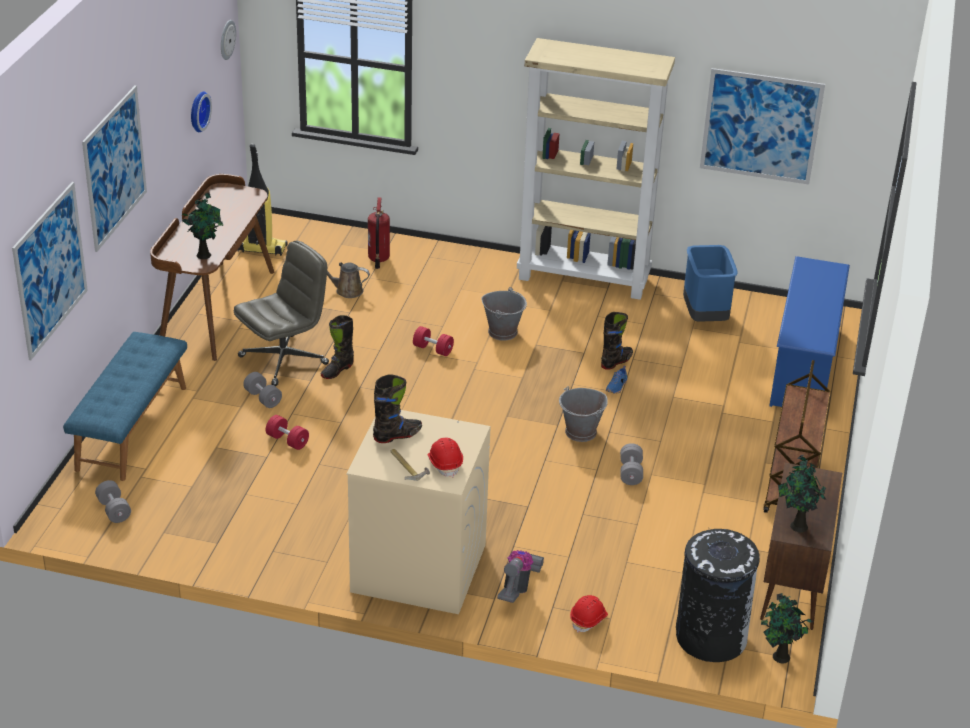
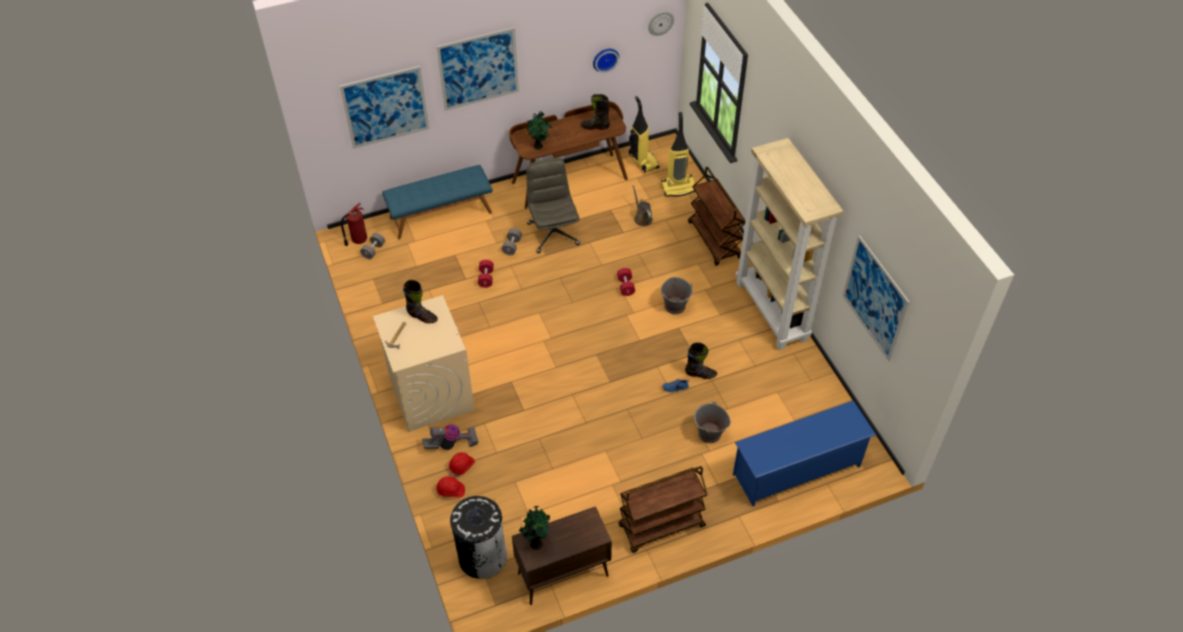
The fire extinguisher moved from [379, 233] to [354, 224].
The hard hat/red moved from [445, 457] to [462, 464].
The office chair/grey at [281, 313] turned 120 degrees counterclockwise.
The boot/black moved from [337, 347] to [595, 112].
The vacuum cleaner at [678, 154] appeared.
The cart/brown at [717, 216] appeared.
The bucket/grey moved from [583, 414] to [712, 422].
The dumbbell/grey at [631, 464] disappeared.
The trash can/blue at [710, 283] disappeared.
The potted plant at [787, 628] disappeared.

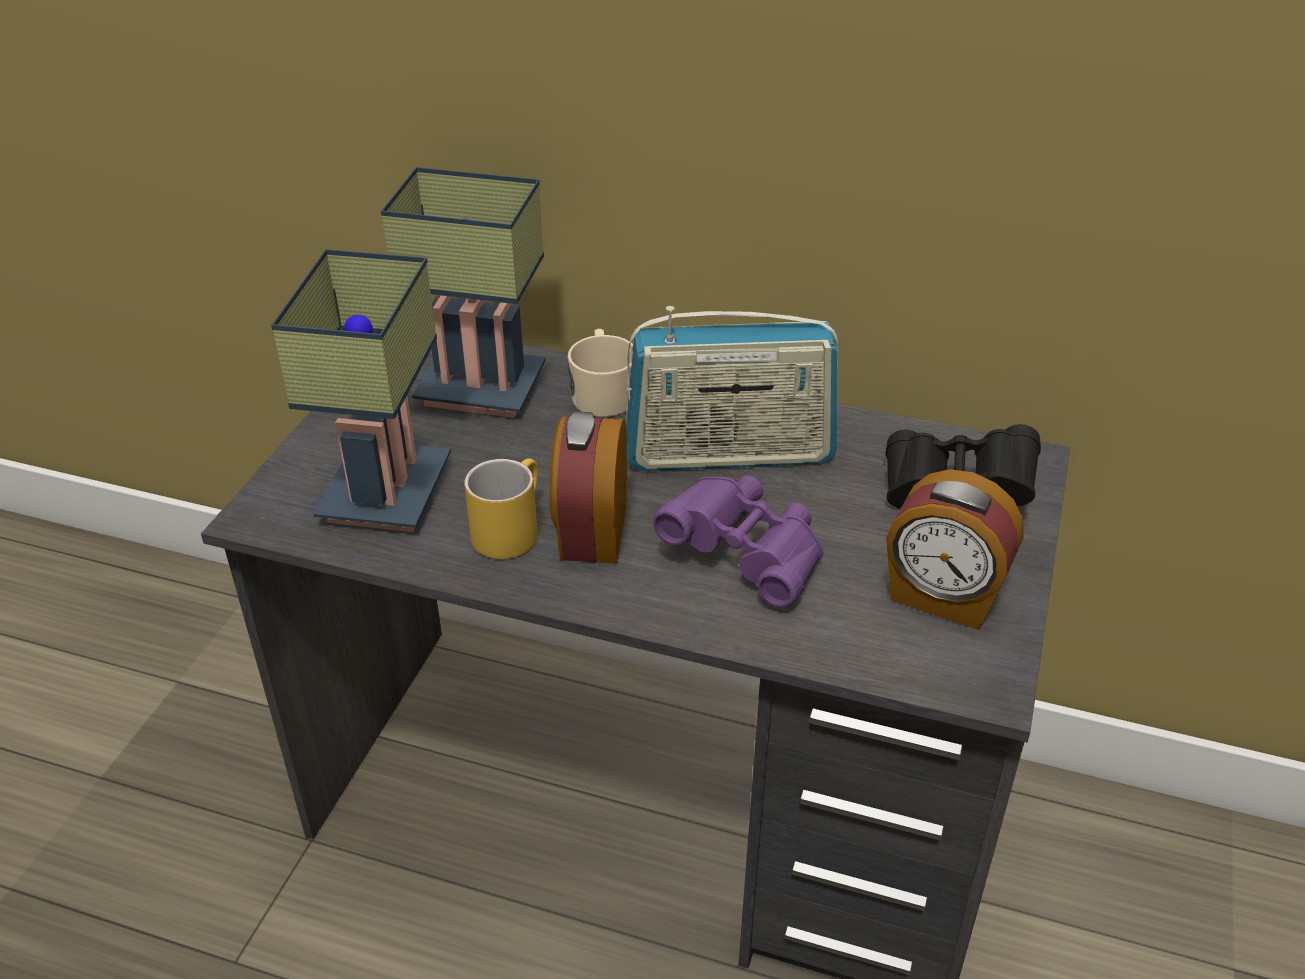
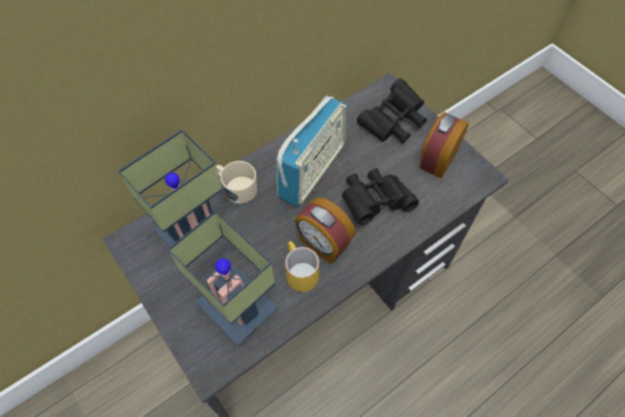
The binoculars/purple at [738, 541] became the binoculars/black at [380, 197].
The alarm clock at [955, 549] turned 150 degrees clockwise.

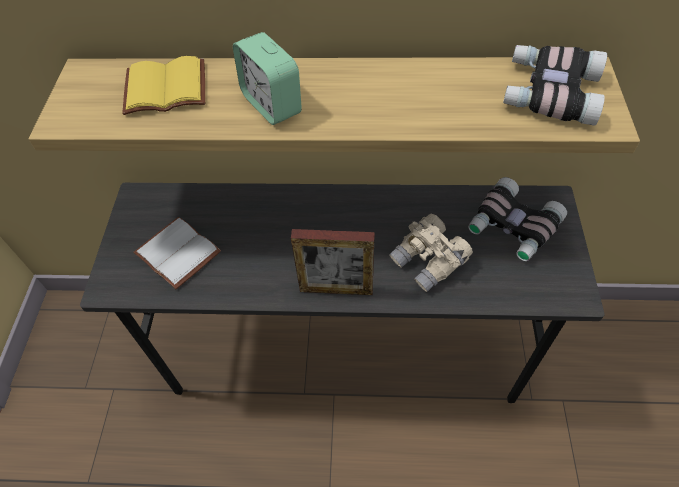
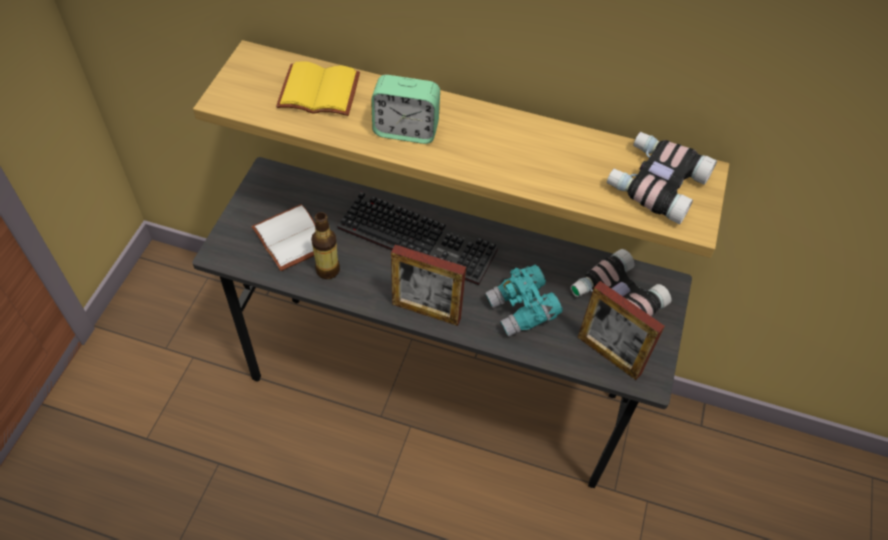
The bottle at [325, 245] appeared.
The keyboard at [417, 238] appeared.
The alarm clock at [267, 78] turned 60 degrees counterclockwise.
The binoculars/beige at [431, 253] became the binoculars/turquoise at [524, 301].
The picture frame at [621, 330] appeared.

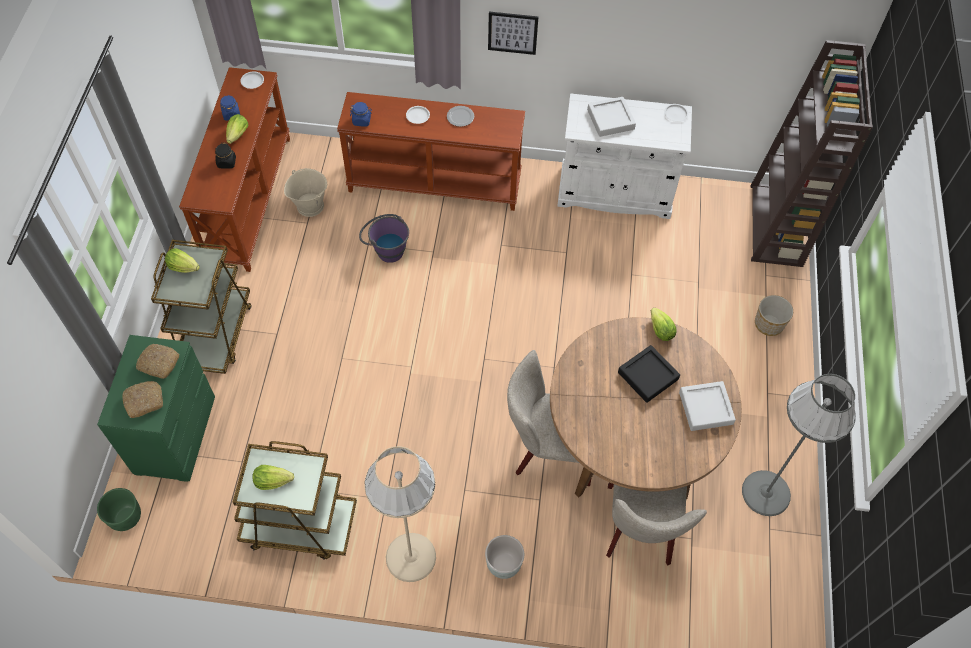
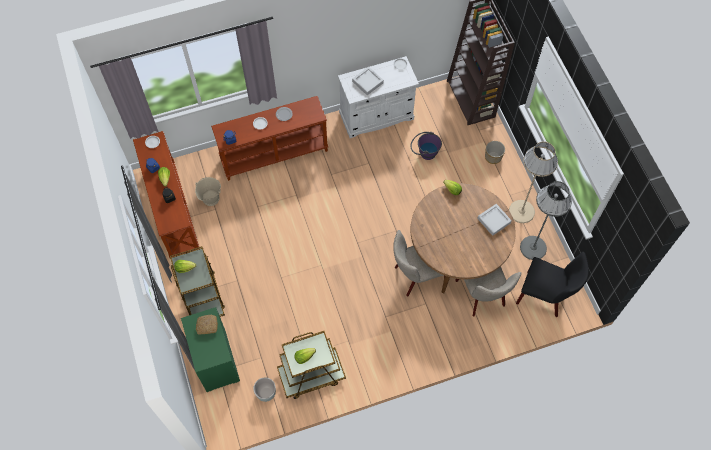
The planter/grey moved from [504, 557] to [264, 389].
The bucket/purple moved from [384, 238] to [426, 146].
The floor lamp/beige moved from [400, 514] to [533, 182].
The chair/black at [552, 284] appeared.
The planter/green at [119, 509] disappeared.
The bread at [142, 399] disappeared.
The picture at [513, 33] disappeared.
The tray/black at [649, 374] disappeared.

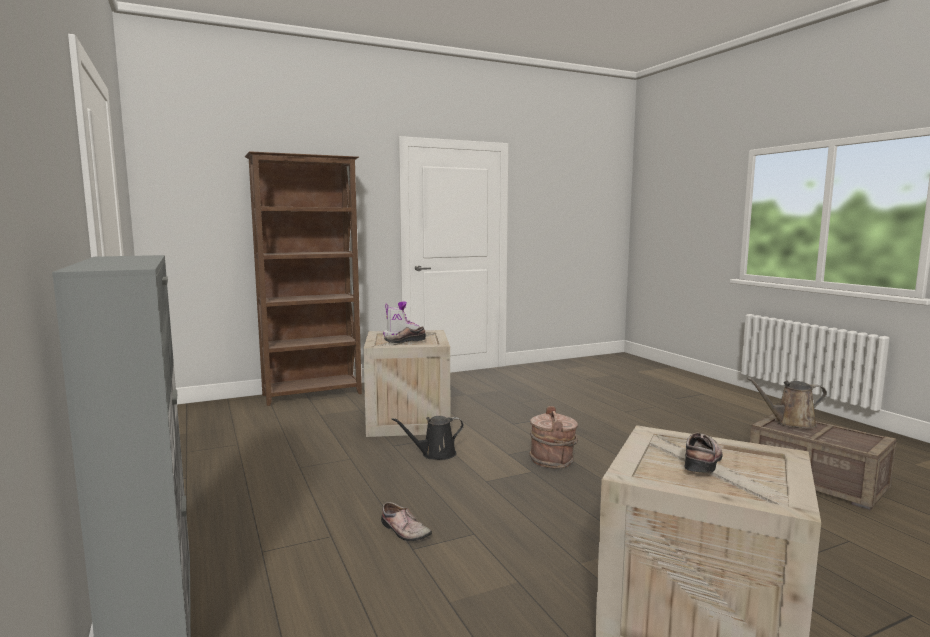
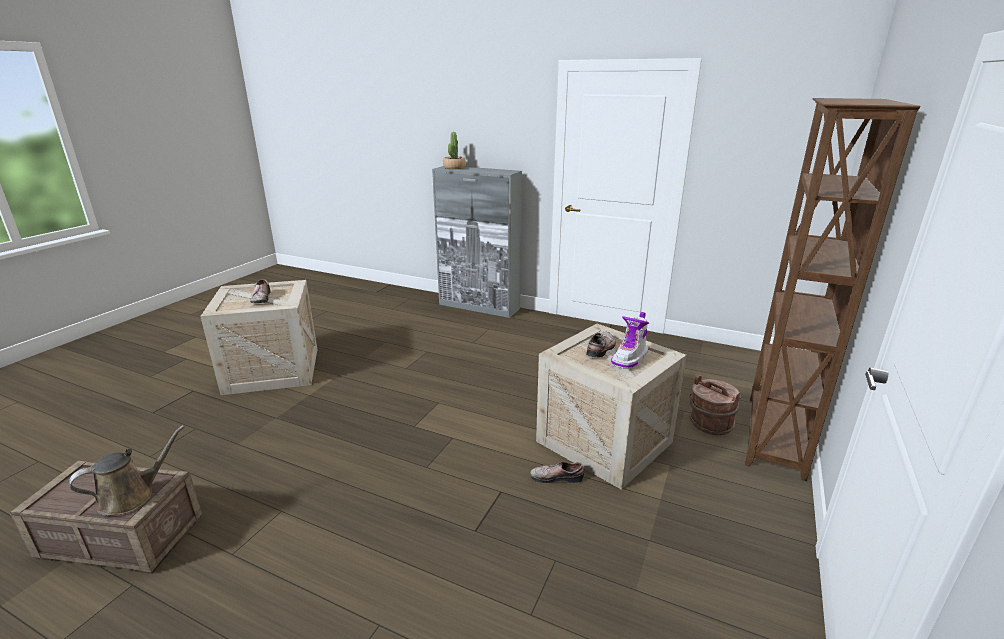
The potted plant at [454, 150] appeared.
The shoe moved from [406, 521] to [557, 472].
The bucket/brown moved from [553, 437] to [715, 405].
The watering can/black at [428, 438] disappeared.

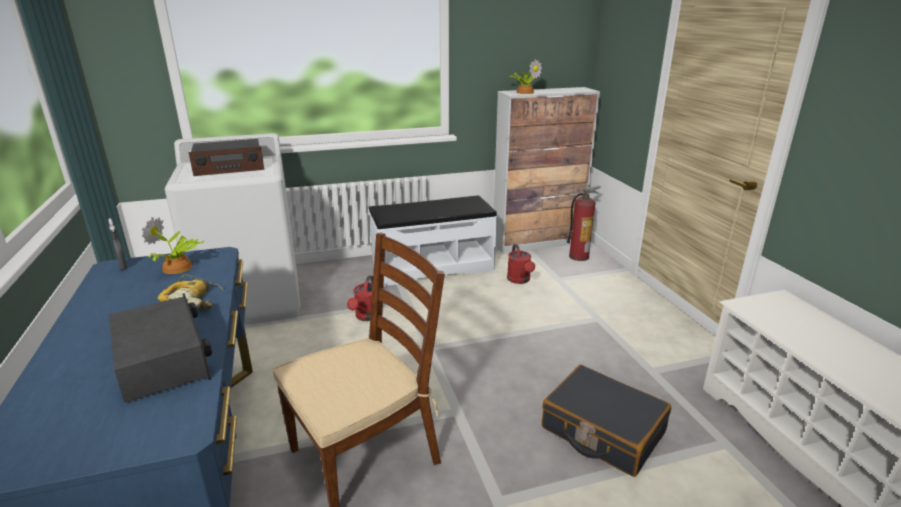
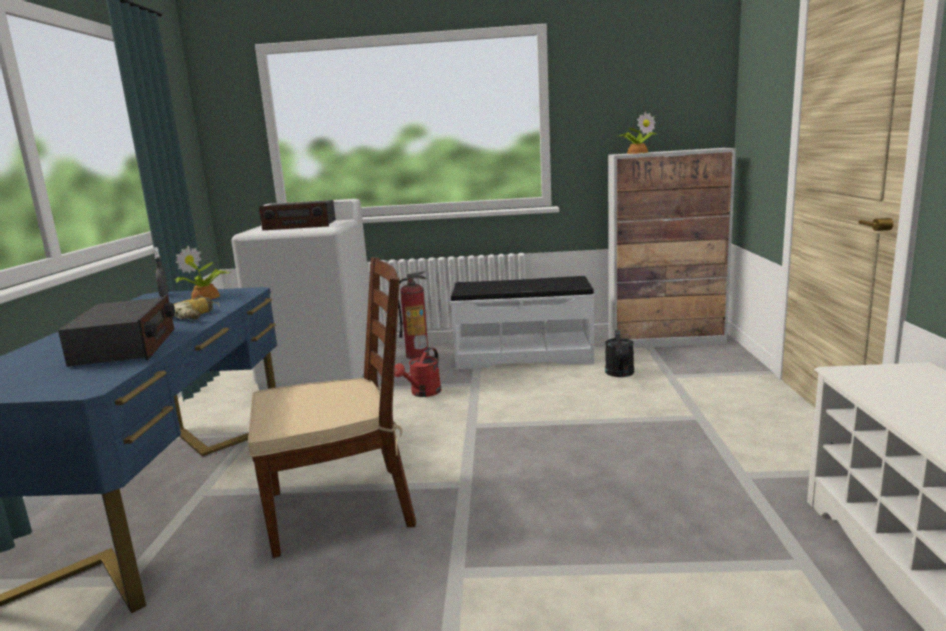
The fire extinguisher moved from [584, 223] to [413, 315].
The watering can/red at [521, 264] became the watering can/black at [619, 353].
The suitcase/black at [606, 421] disappeared.

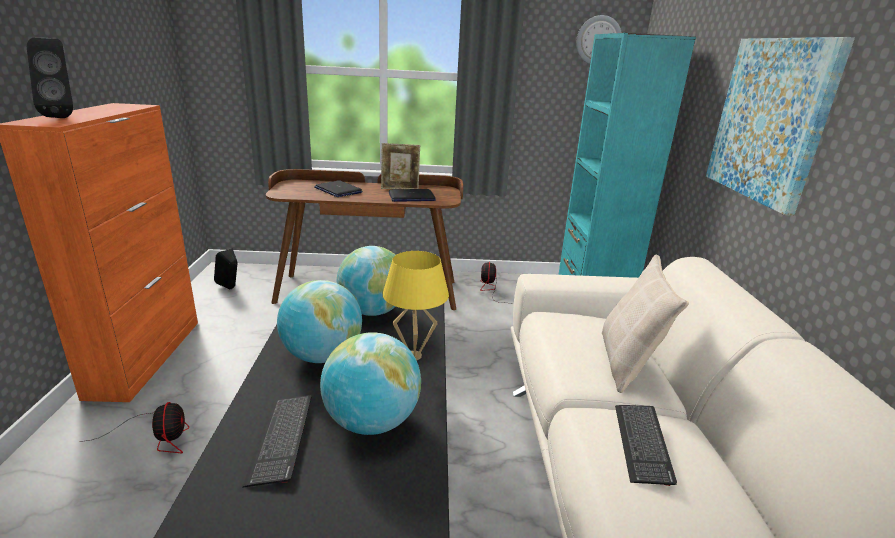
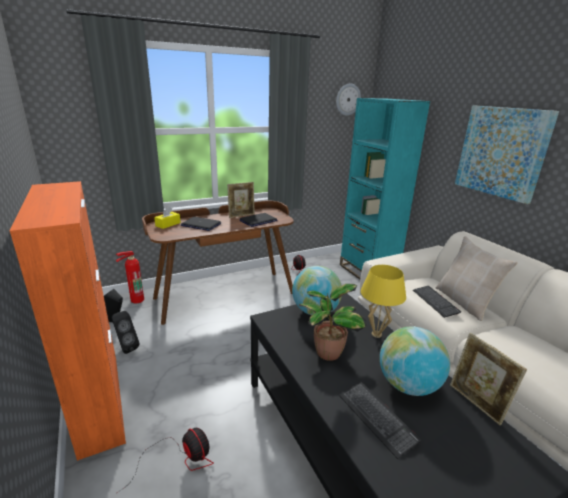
The speaker/black moved from [50, 78] to [125, 332].
The fire extinguisher at [130, 277] appeared.
The tissue box/yellow at [167, 218] appeared.
The globe at [319, 321] was replaced by the potted plant at [332, 322].
The keyboard moved from [646, 445] to [437, 302].
The picture frame at [488, 379] appeared.

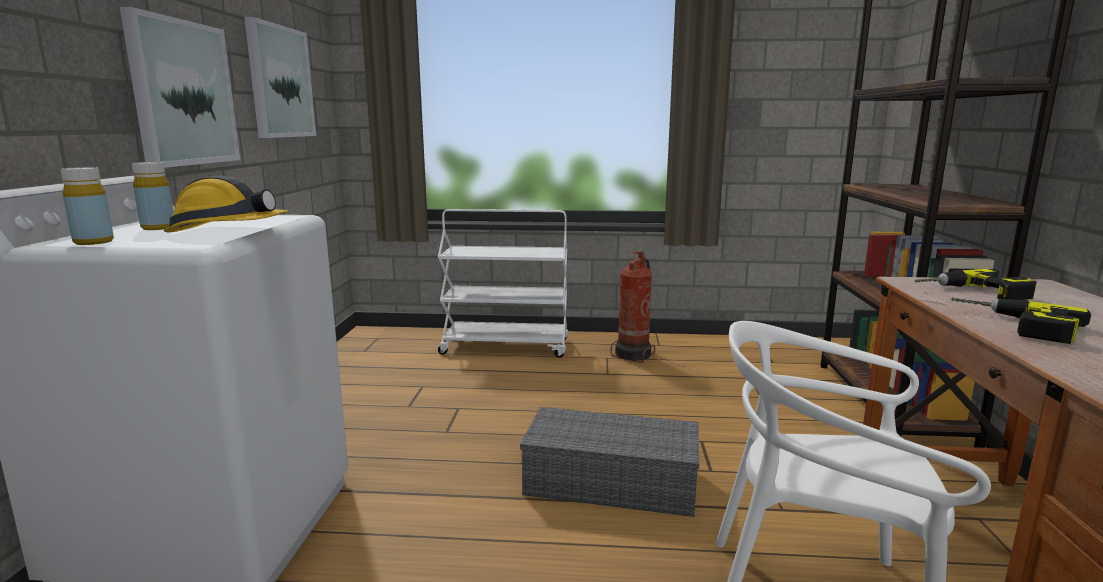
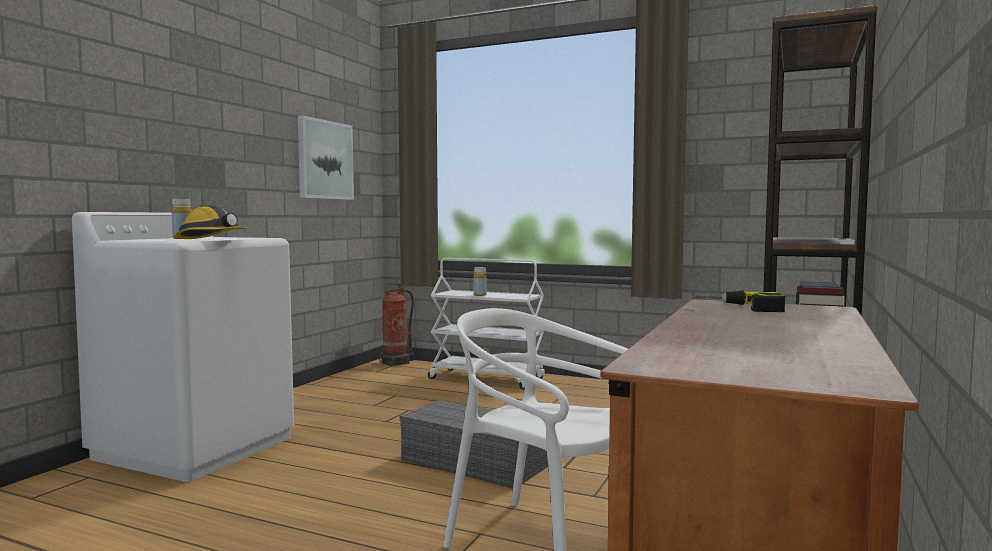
The fire extinguisher moved from [632, 307] to [396, 325].
The bottle/yellow moved from [87, 206] to [479, 281].
The picture at [180, 87] disappeared.
The power drill at [1021, 321] disappeared.

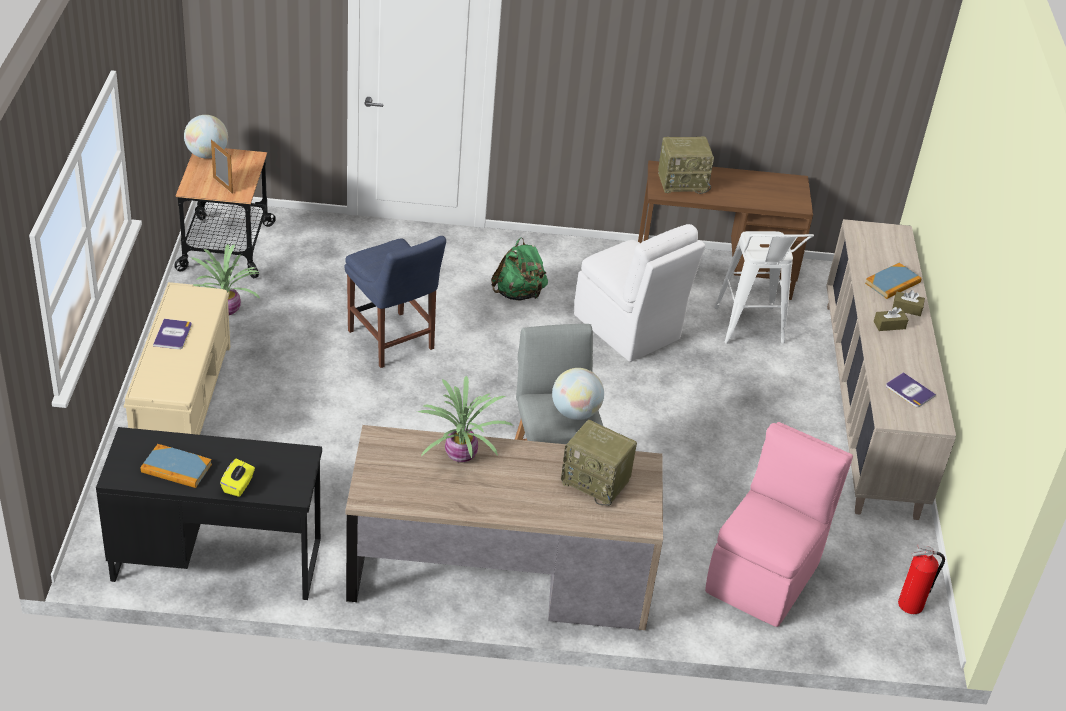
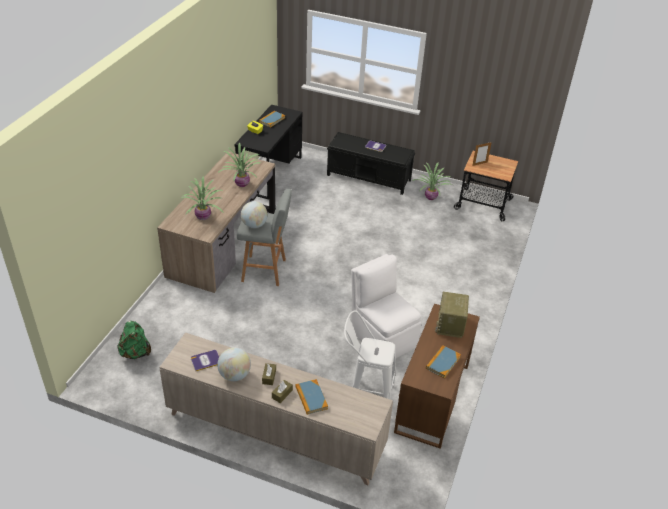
The backpack/green moved from [519, 269] to [134, 340].
The radio at [599, 463] was replaced by the potted plant at [202, 198].
The globe moved from [206, 137] to [234, 364].
The bench/beige at [177, 358] became the bench/black at [371, 163].
The chair/white at [639, 293] turned 75 degrees clockwise.
The book at [443, 361] appeared.
The chair/blue at [395, 302] disappeared.
The chair/pink at [779, 524] disappeared.
The fire extinguisher at [921, 579] disappeared.

